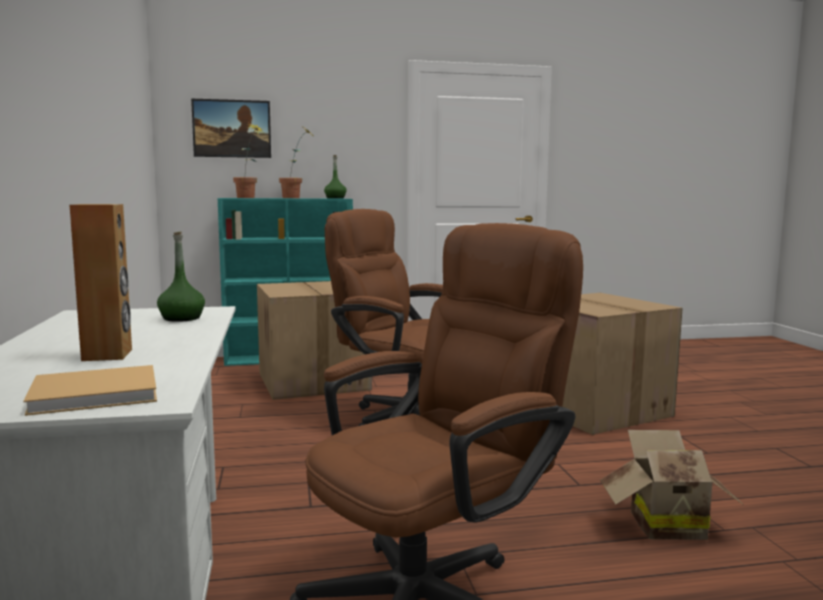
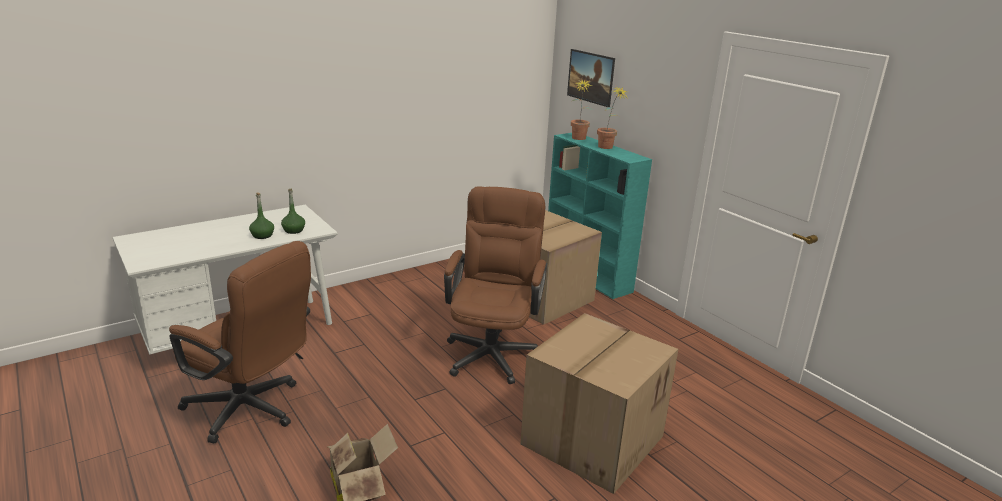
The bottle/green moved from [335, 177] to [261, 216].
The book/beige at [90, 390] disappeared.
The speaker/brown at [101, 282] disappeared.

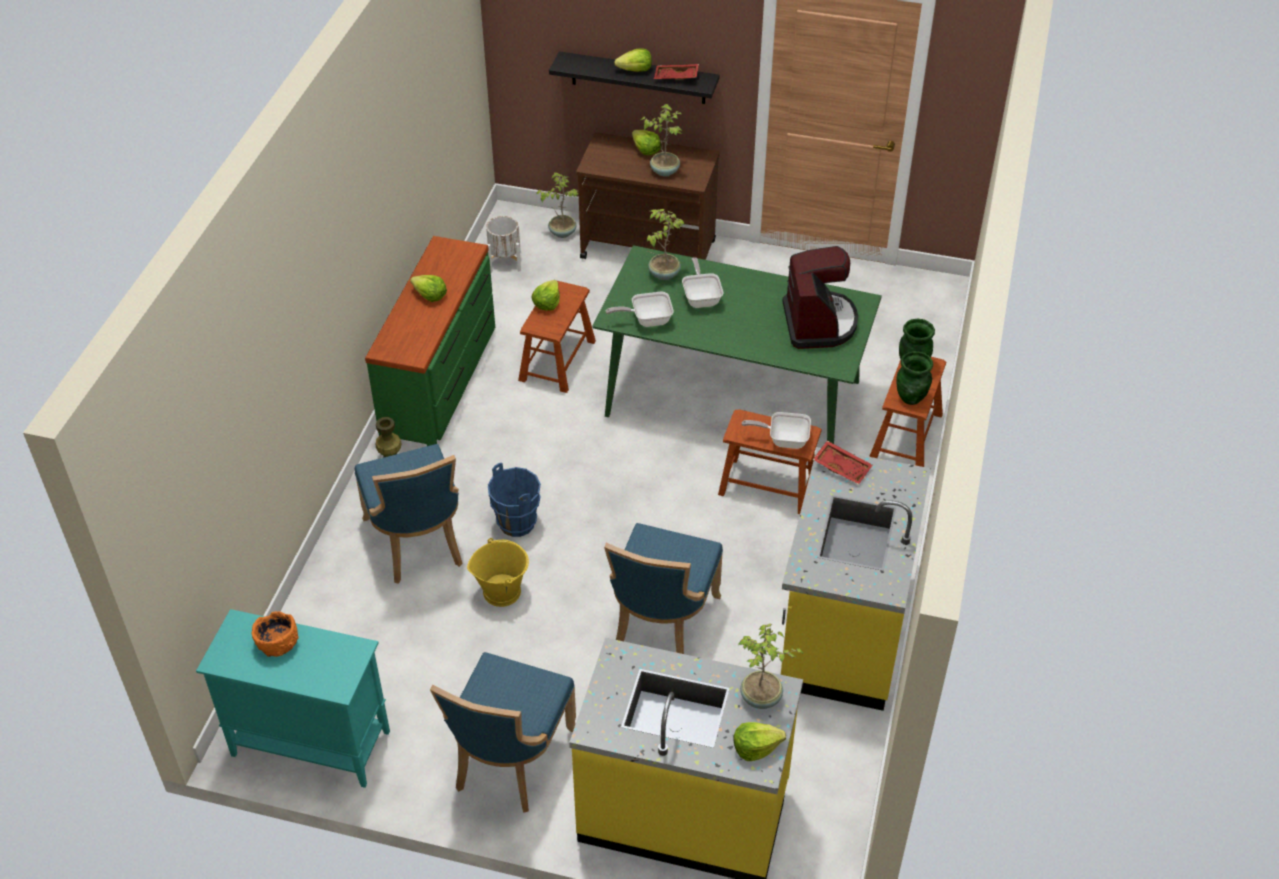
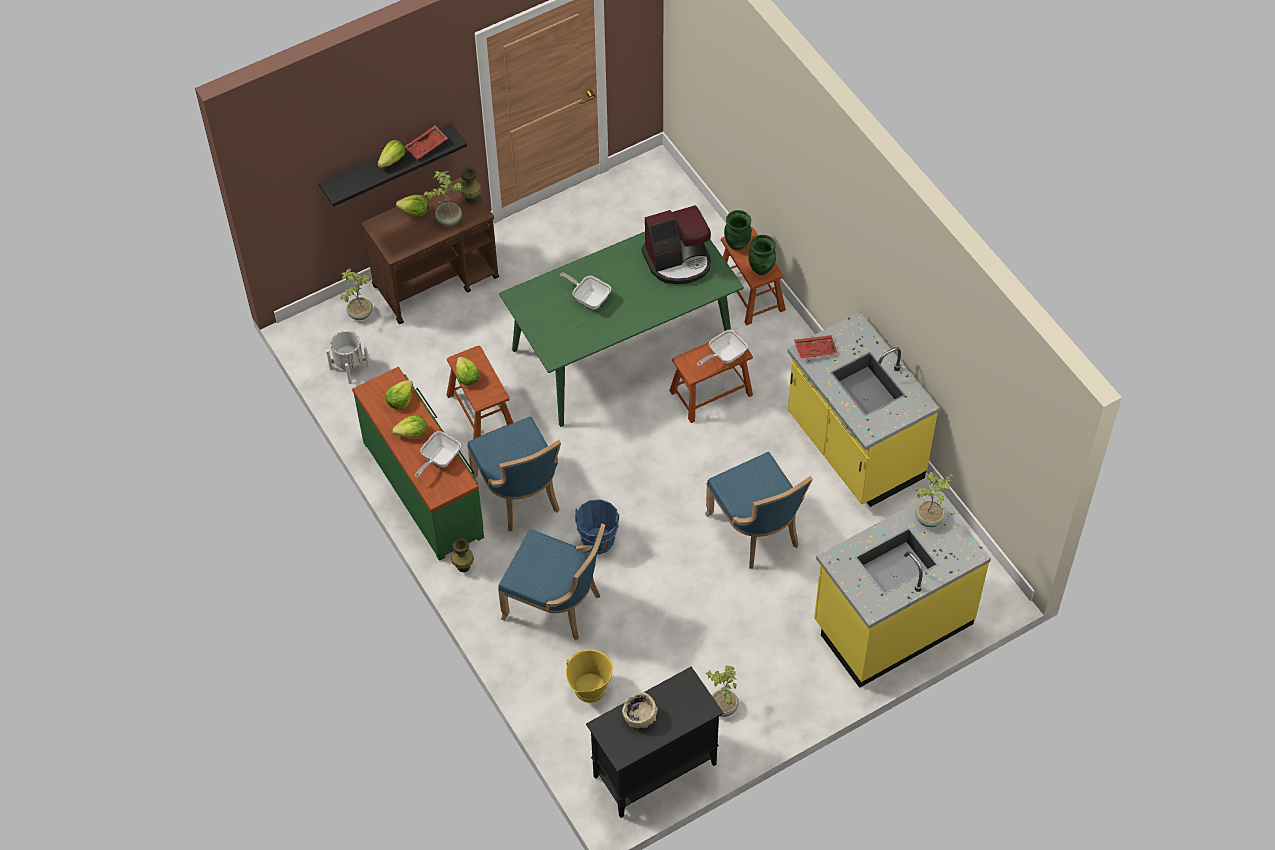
The lettuce moved from [759, 741] to [399, 395].
The frying pan moved from [640, 309] to [438, 454].
The vase/green at [470, 185] appeared.
The chair/blue moved from [503, 732] to [514, 474].
The bucket/yellow moved from [498, 572] to [590, 676].
The cabinet/turquoise at [293, 698] became the cabinet/black at [655, 742].
The bowl/orange at [275, 634] became the bowl/beige at [640, 710].
The coffee machine at [820, 297] turned 120 degrees clockwise.
The potted plant moved from [666, 244] to [722, 691].

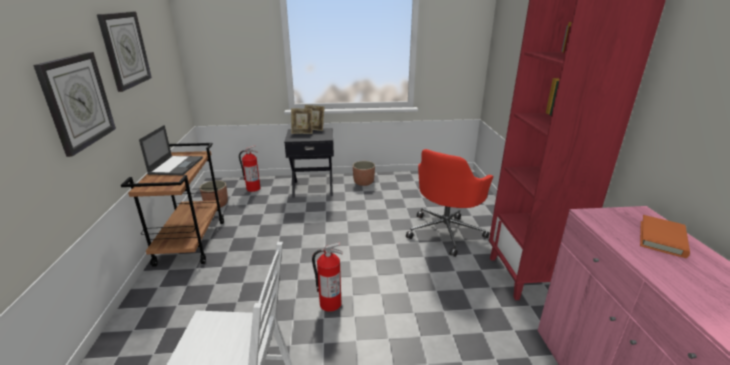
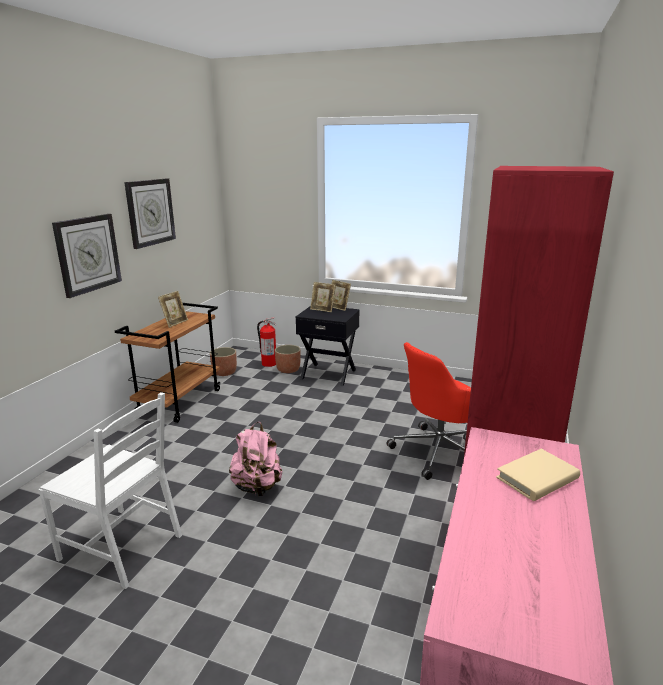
The laptop at [171, 150] was replaced by the picture frame at [173, 309].
The fire extinguisher at [327, 277] was replaced by the backpack/pink at [255, 459].
The planter moved from [364, 173] to [288, 359].
The book/orange at [665, 236] became the book/beige at [538, 475].

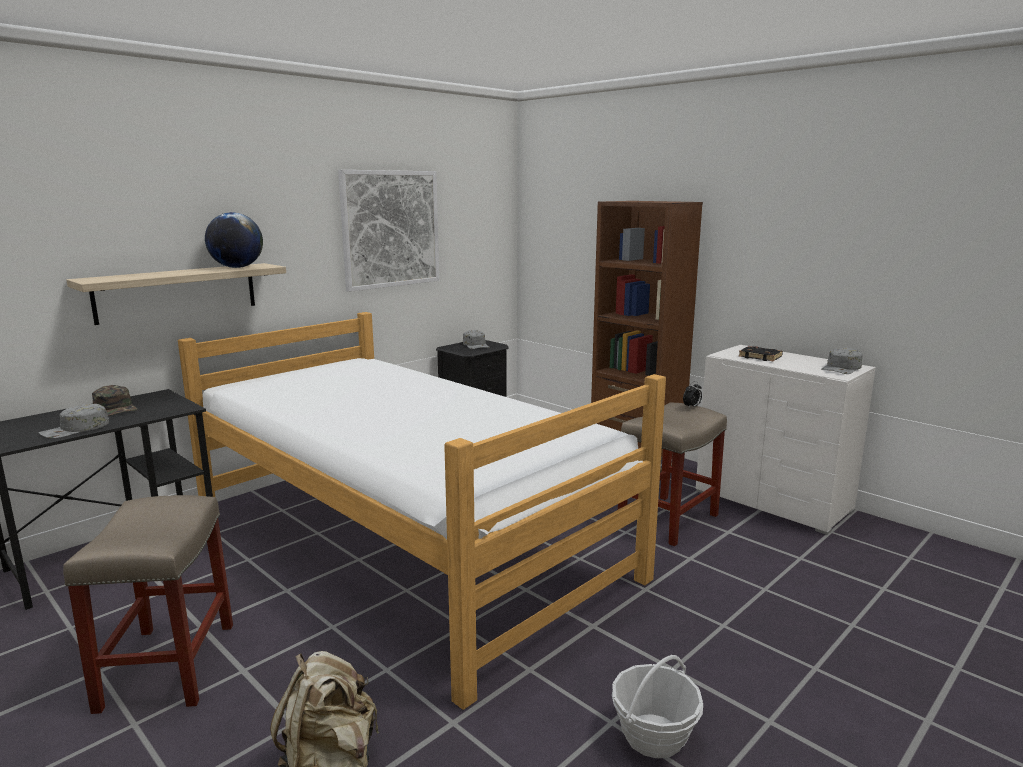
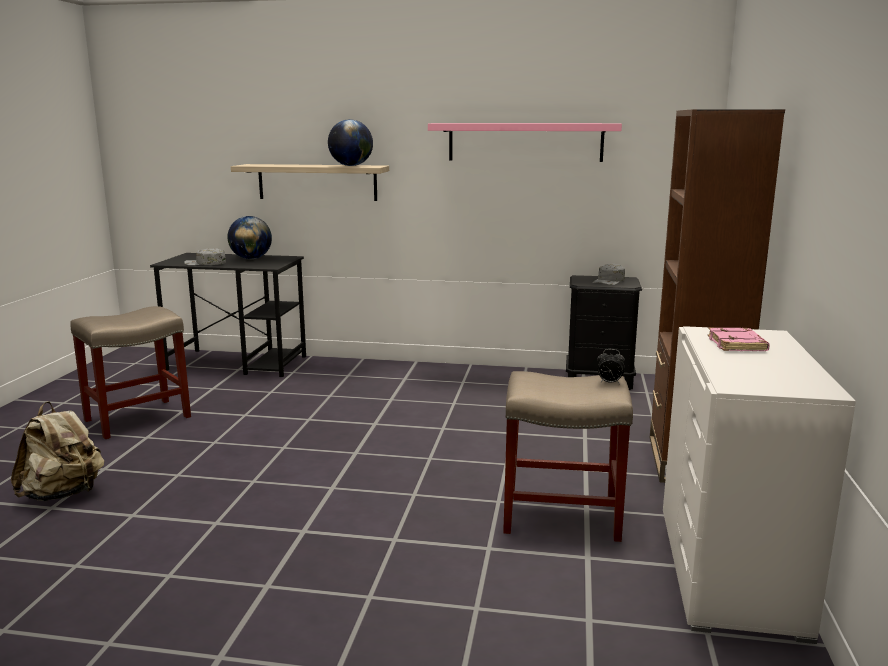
The cap/green at [114, 400] was replaced by the globe at [249, 237].
The picture at [388, 231] was replaced by the shelf/pink at [525, 142].
The book/black at [761, 353] became the book/pink at [738, 339].
The bed at [422, 511] disappeared.
The basket at [657, 707] disappeared.
The cap/grey at [842, 361] disappeared.

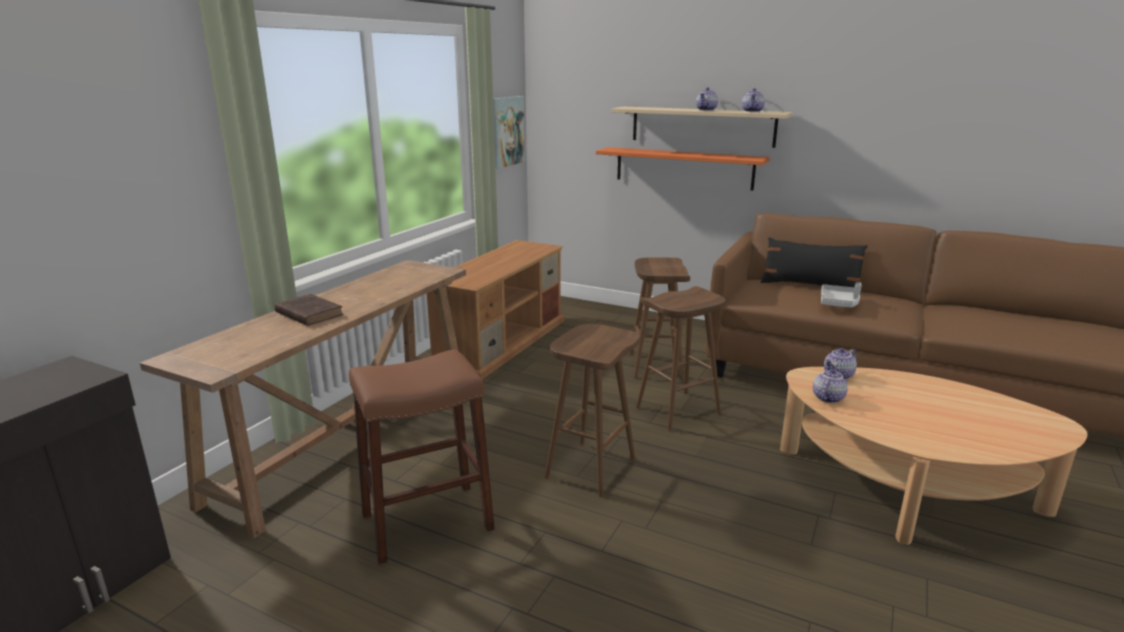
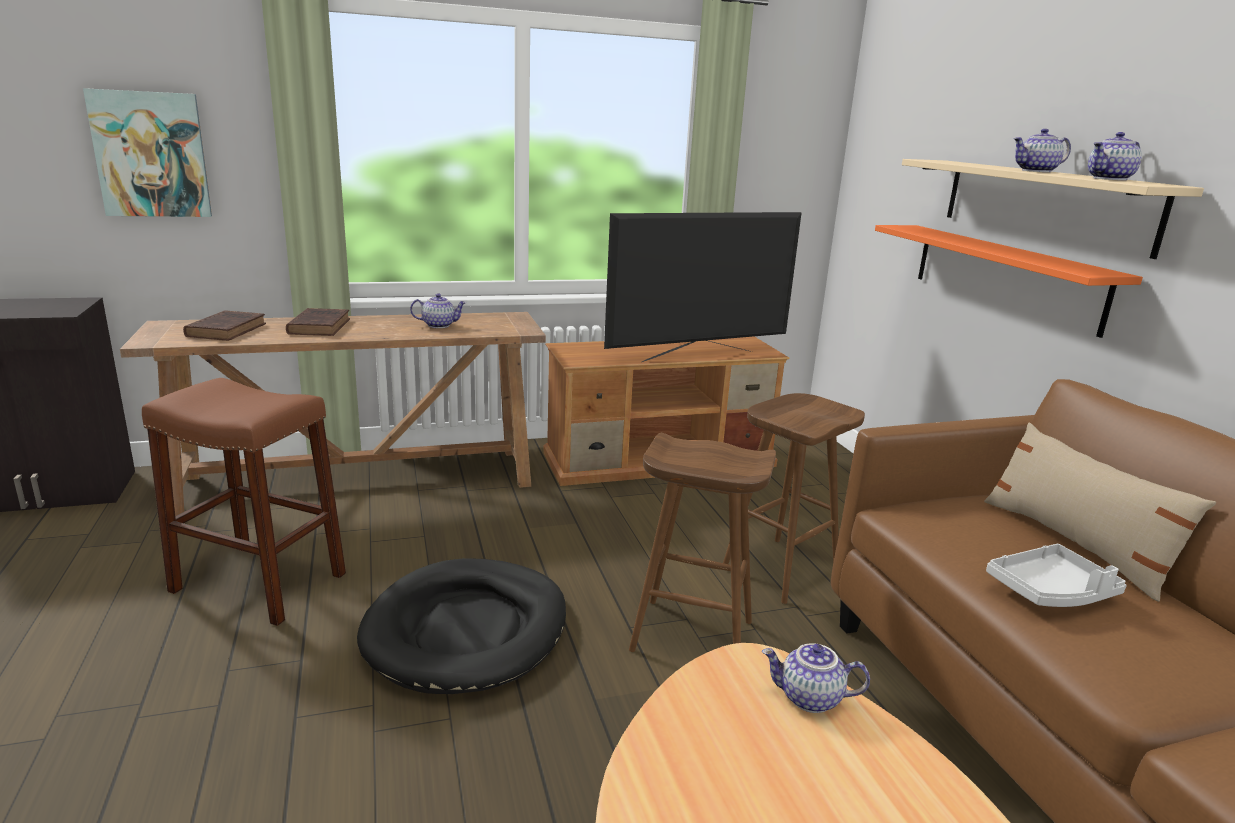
The picture moved from [509, 132] to [147, 152].
The book/brown at [224, 325] appeared.
The stool/brown at [592, 410] was replaced by the dog bed/black at [461, 626].
The teapot moved from [830, 385] to [438, 310].
The television at [703, 287] appeared.
The pillow/black at [814, 265] became the pillow/beige at [1100, 512].

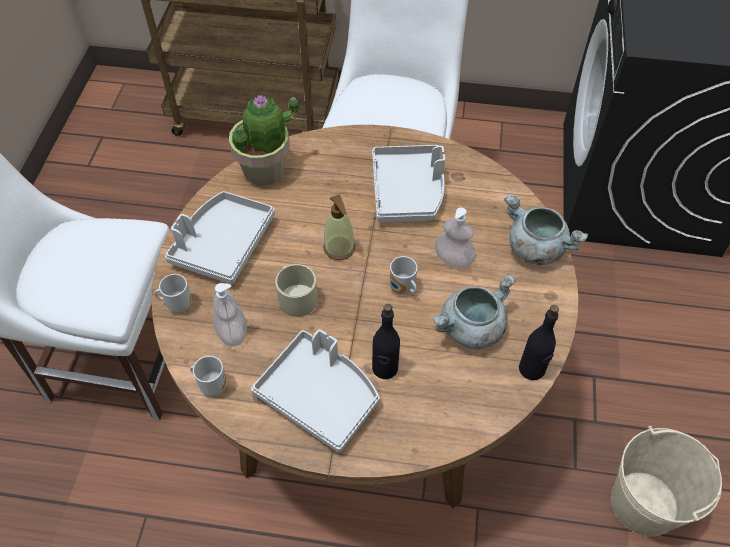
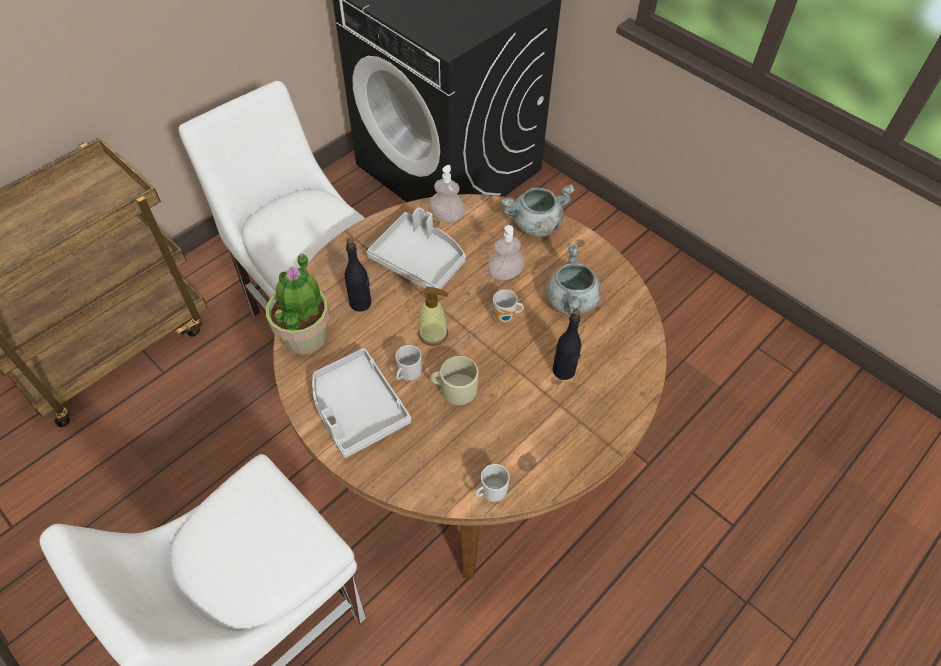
The bottle/black moved from [539, 342] to [358, 275].
The mug moved from [173, 293] to [408, 363].
The soap dispenser moved from [230, 315] to [447, 193].
The tray/grey at [315, 390] disappeared.
The bucket/beige at [666, 481] disappeared.

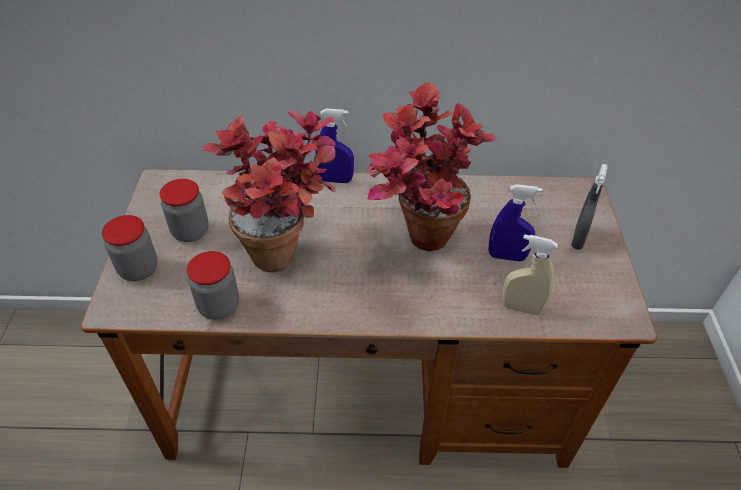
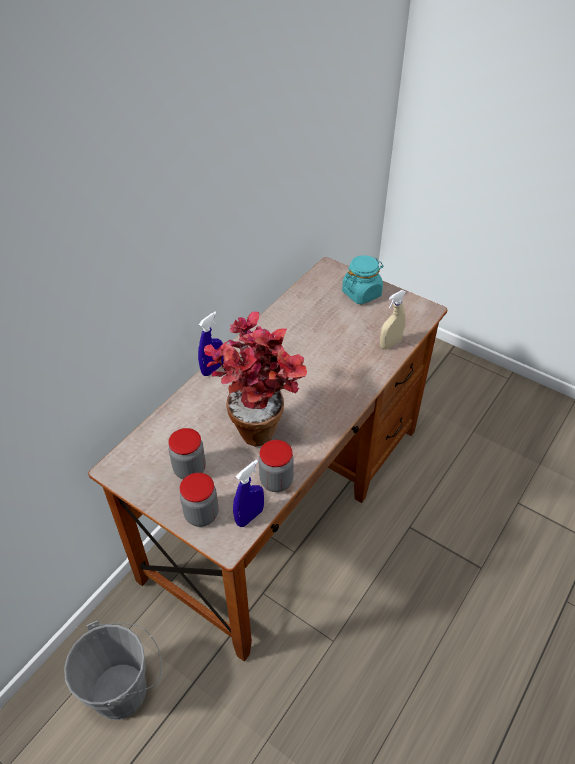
The bucket/grey at [113, 670] appeared.
The spray bottle/blue moved from [516, 222] to [248, 493].
The spray bottle/grey at [589, 207] was replaced by the jar/turquoise at [362, 279].
The potted plant at [432, 167] disappeared.

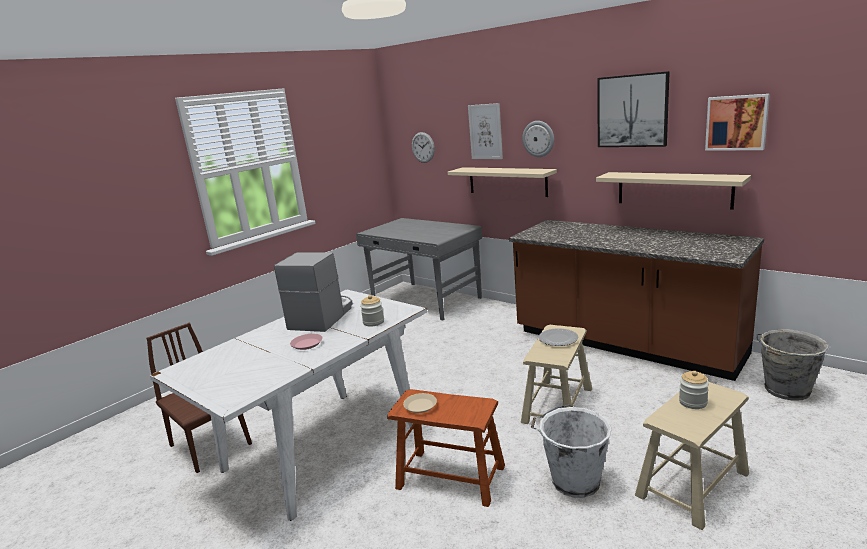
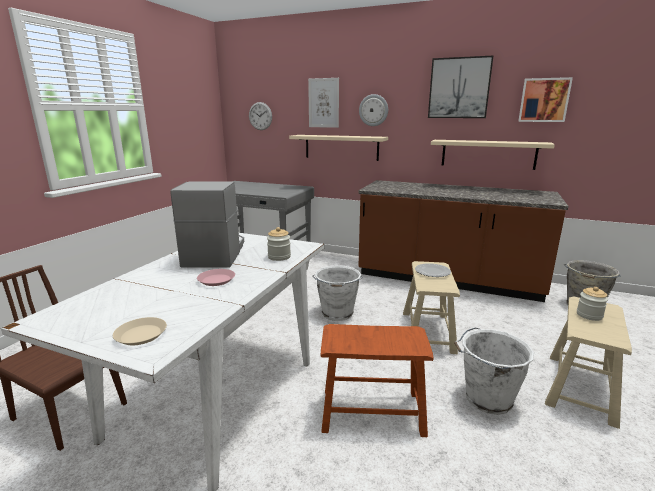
The plate/beige moved from [420, 403] to [140, 331].
The bucket/white at [337, 293] appeared.

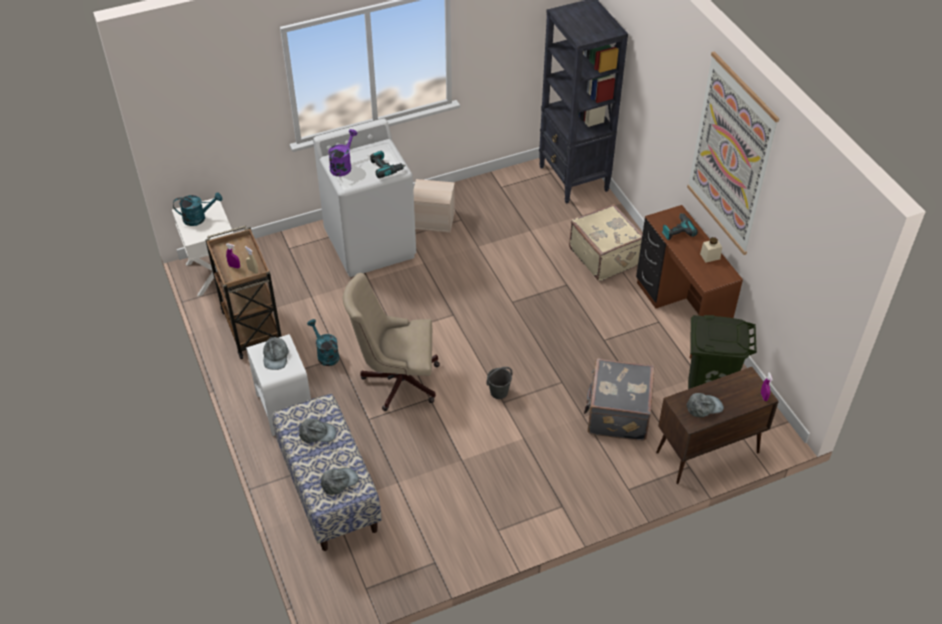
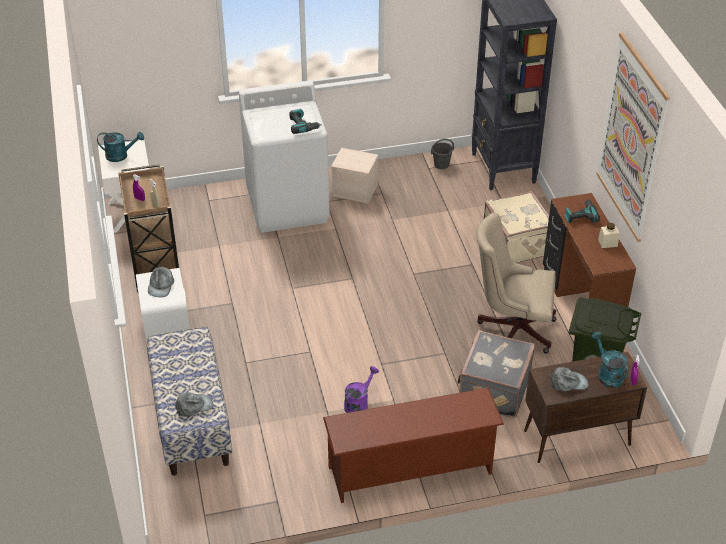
The shoe rack/brown at [413, 445] appeared.
The watering can/purple moved from [343, 152] to [361, 389].
The bucket/grey moved from [499, 383] to [442, 154].
The office chair/beige moved from [391, 342] to [516, 283].
The watering can/turquoise moved from [323, 342] to [610, 360].
The cap/grey at [317, 430] disappeared.

